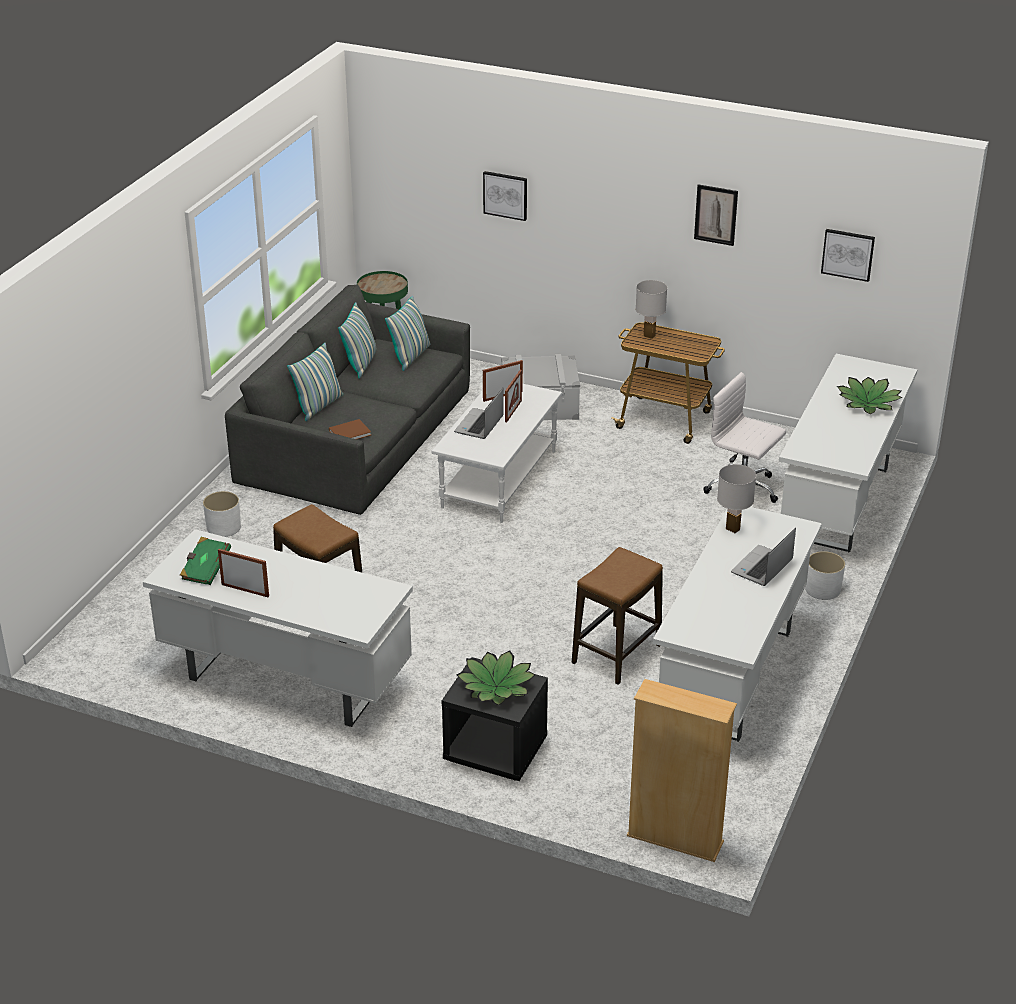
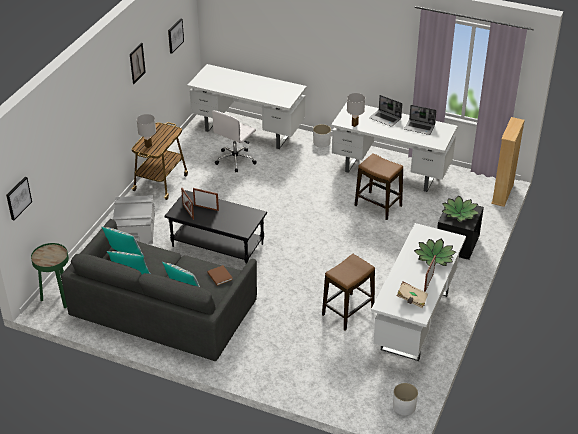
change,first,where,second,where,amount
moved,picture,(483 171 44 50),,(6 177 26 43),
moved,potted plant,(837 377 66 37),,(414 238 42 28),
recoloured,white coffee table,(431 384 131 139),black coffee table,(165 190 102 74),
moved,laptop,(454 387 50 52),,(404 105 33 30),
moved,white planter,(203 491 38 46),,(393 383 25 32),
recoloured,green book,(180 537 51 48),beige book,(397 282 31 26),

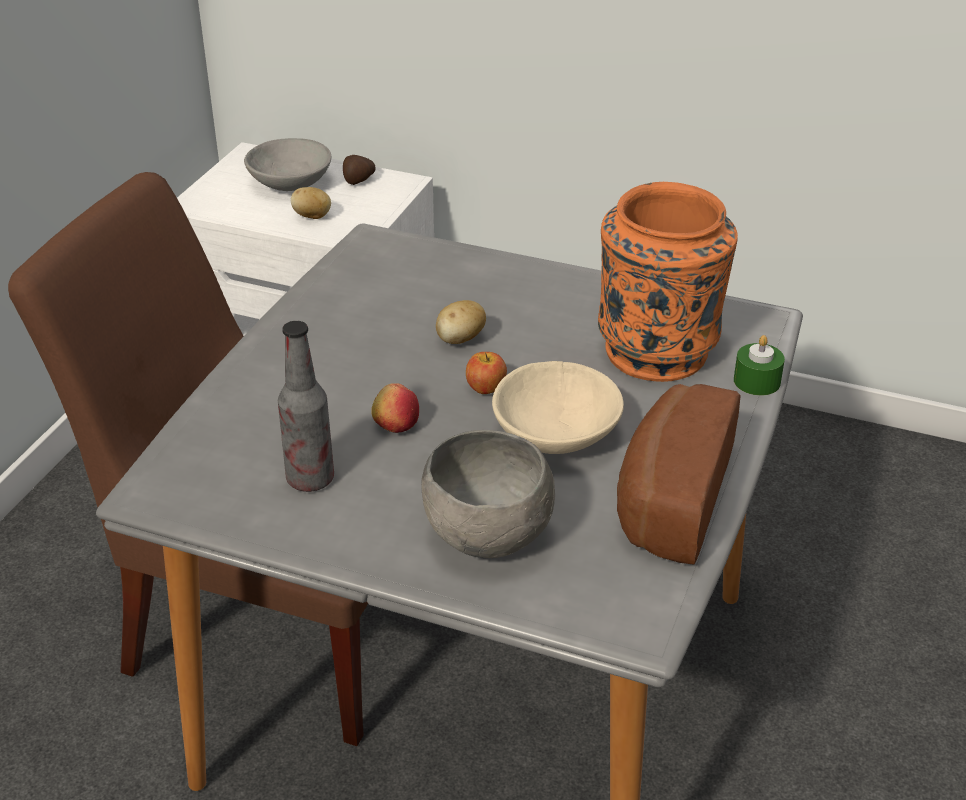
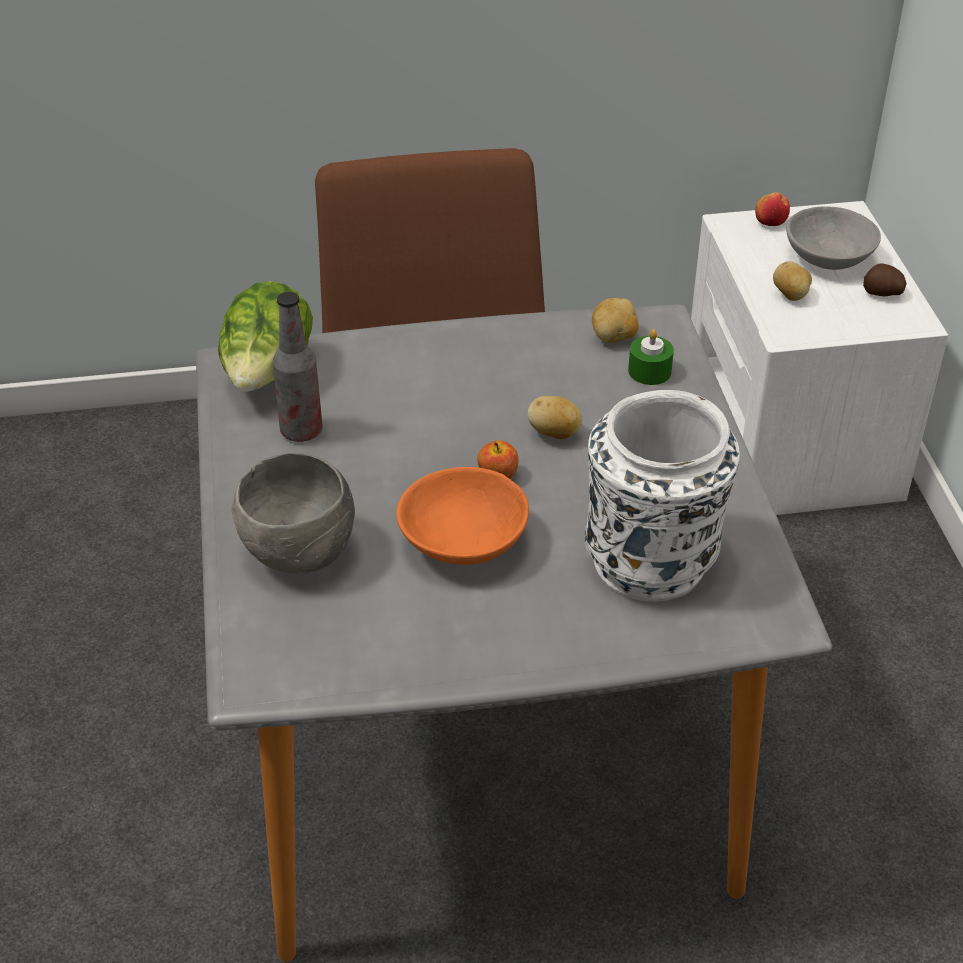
change,first,where,second,where,amount
recoloured,orange vase,(598 182 140 200),white vase,(585 390 155 212),
moved,green candle,(734 335 51 61),,(628 329 46 56),
recoloured,beige bowl,(492 361 132 93),orange bowl,(396 467 133 98),
moved,apple,(371 383 48 50),,(755 192 35 34),
removed,bread,(617 384 124 181),,,
added,,,lettuce,(218 281 95 111),
added,,,potato,(592 298 47 45),

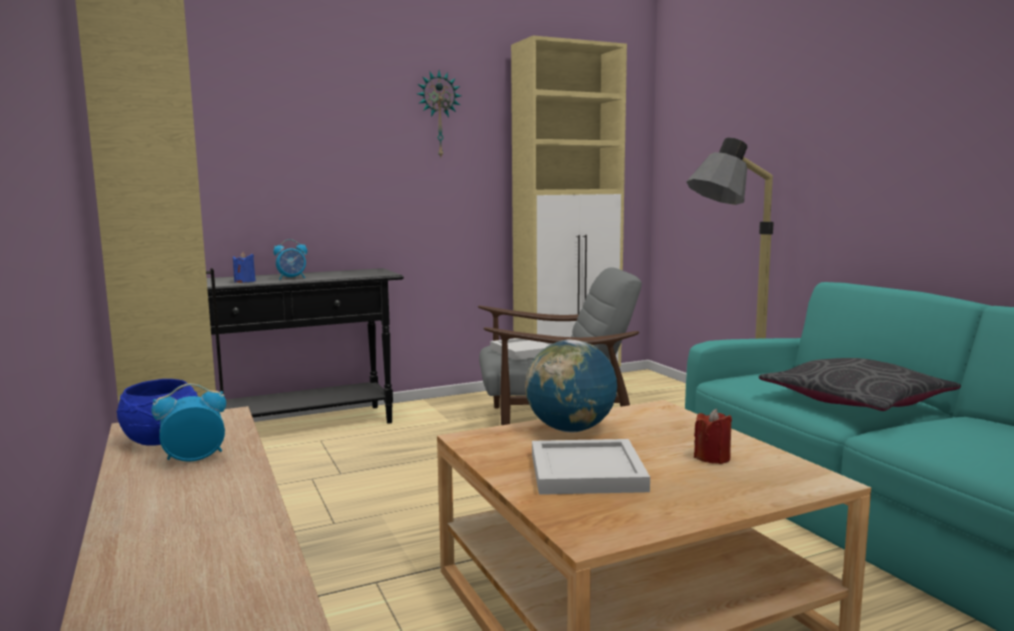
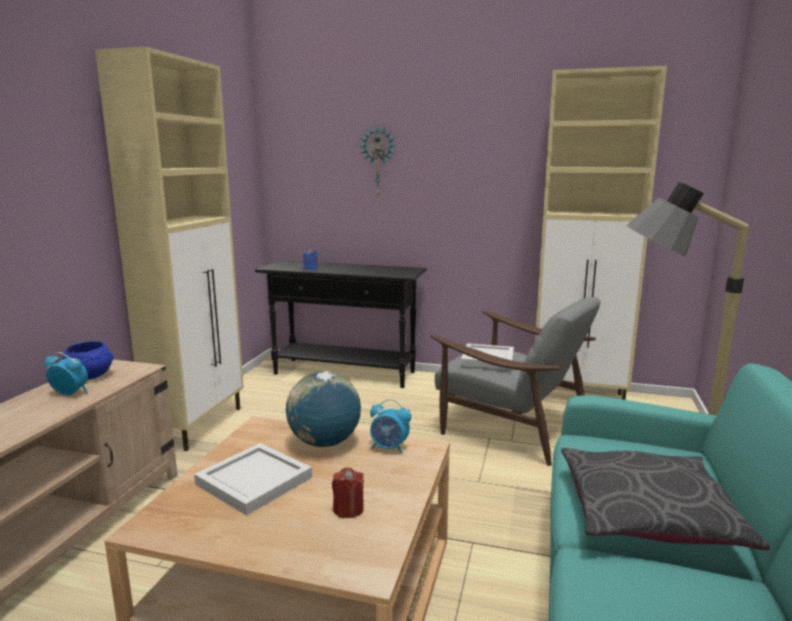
change,first,where,second,where,amount
moved,wall clock,(417 70 44 87),,(360 126 36 69),
moved,alarm clock,(273 239 34 41),,(370 399 41 54),

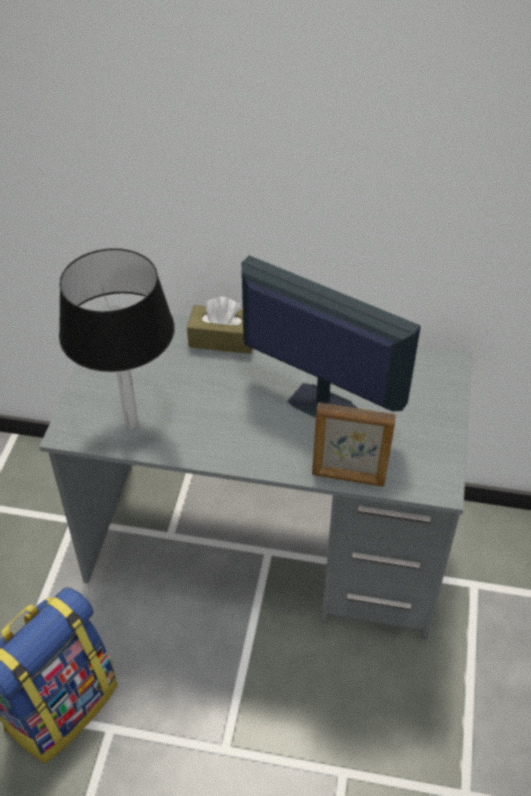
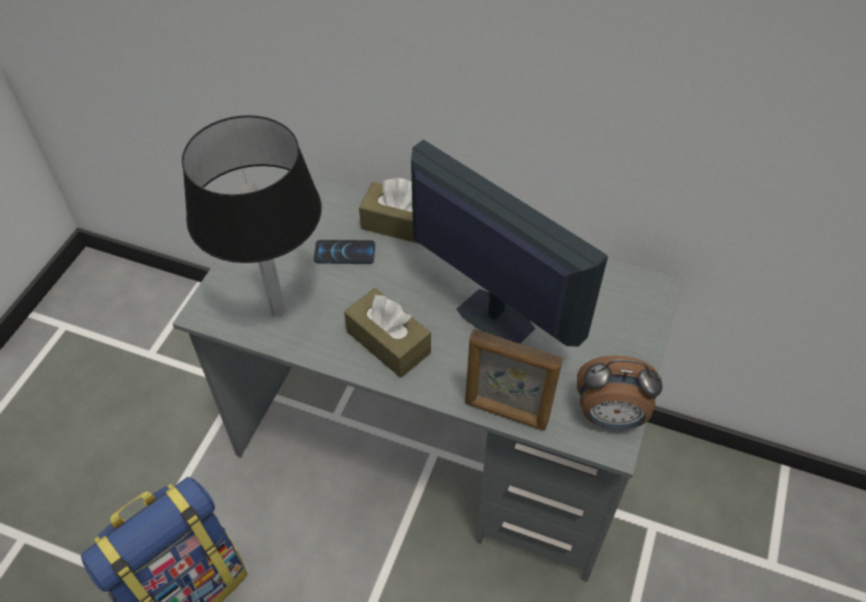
change,first,where,second,where,amount
added,,,phone,(314 240 61 24),
added,,,brown tissue box,(344 288 87 90),
added,,,alarm clock,(577 355 86 75),

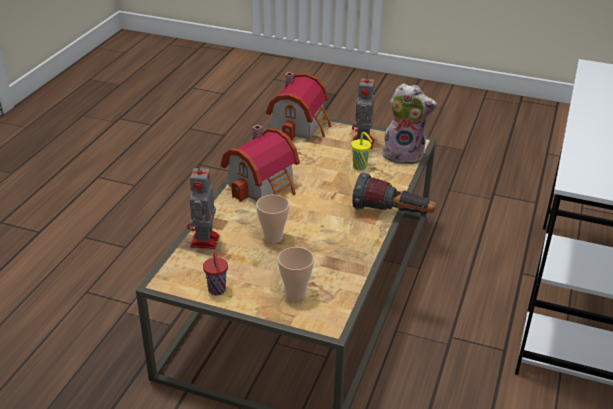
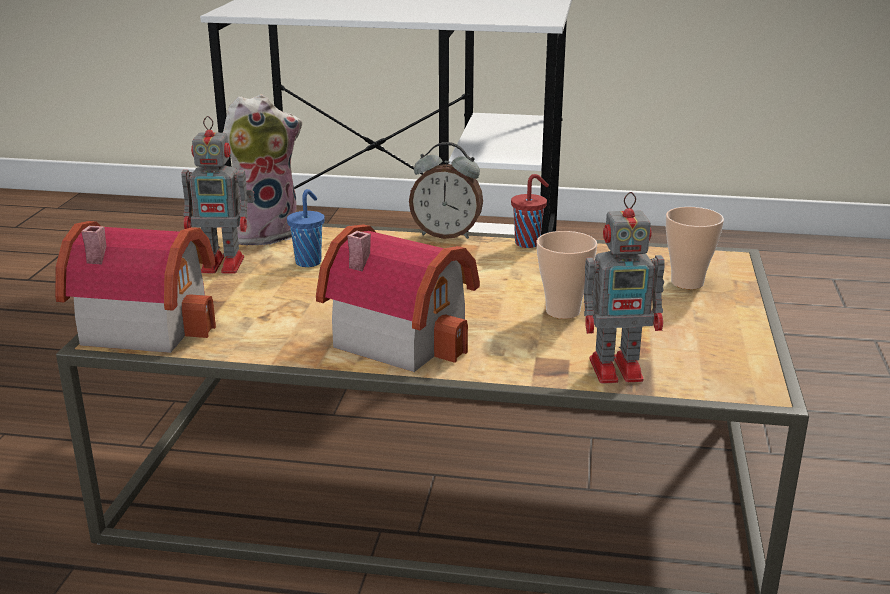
change,first,where,second,where,amount
turned,plush toy,(381 83 56 82),,(223 94 79 154),60 degrees clockwise
recoloured,yellow cup,(351 132 21 38),blue cup,(287 189 37 78),
replaced,flashlight,(352 173 84 41),alarm clock,(409 142 74 97),
moved,red cup,(203 252 25 43),,(511 174 38 74),

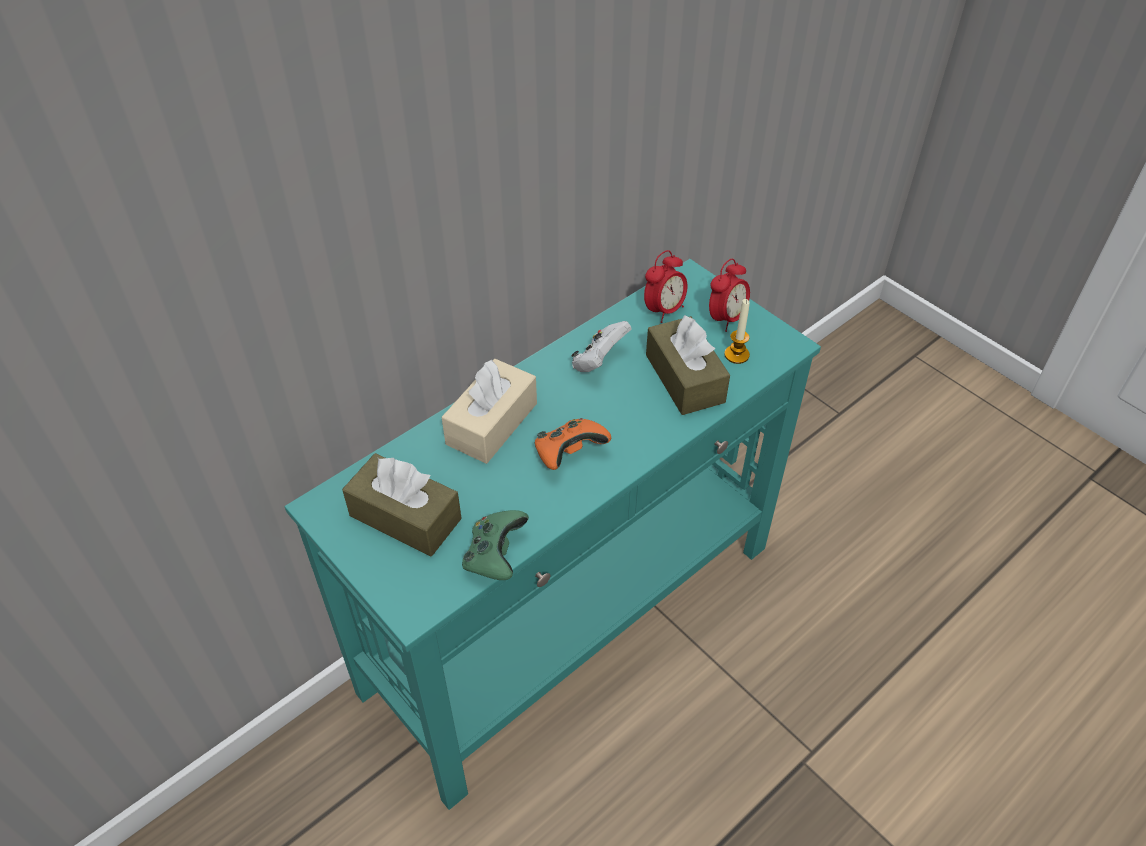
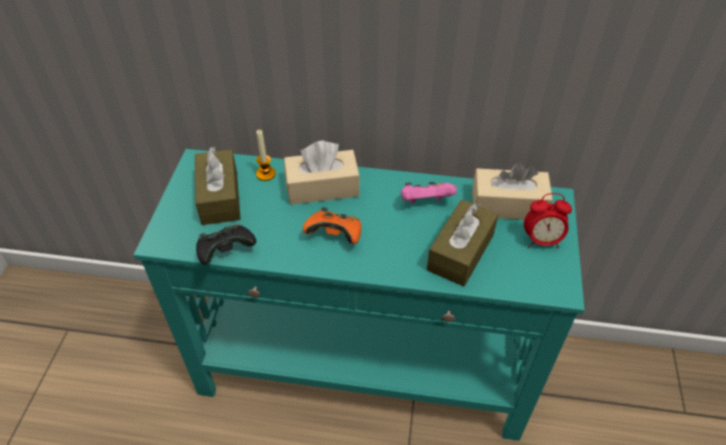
change,first,where,second,where,amount
replaced,alarm clock,(644 250 44 73),beige tissue box,(472 163 81 57),
moved,candle,(724 299 26 65),,(256 130 20 51),
recoloured,white game controller,(571 321 61 51),pink game controller,(401 182 56 22),
recoloured,green game controller,(462 510 67 70),black game controller,(196 225 60 40),

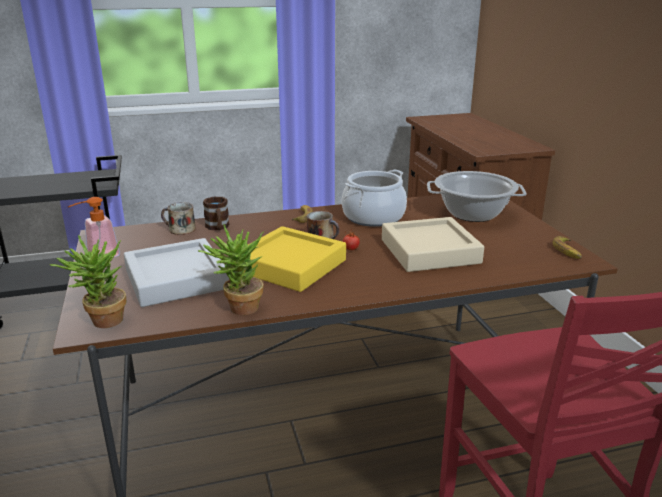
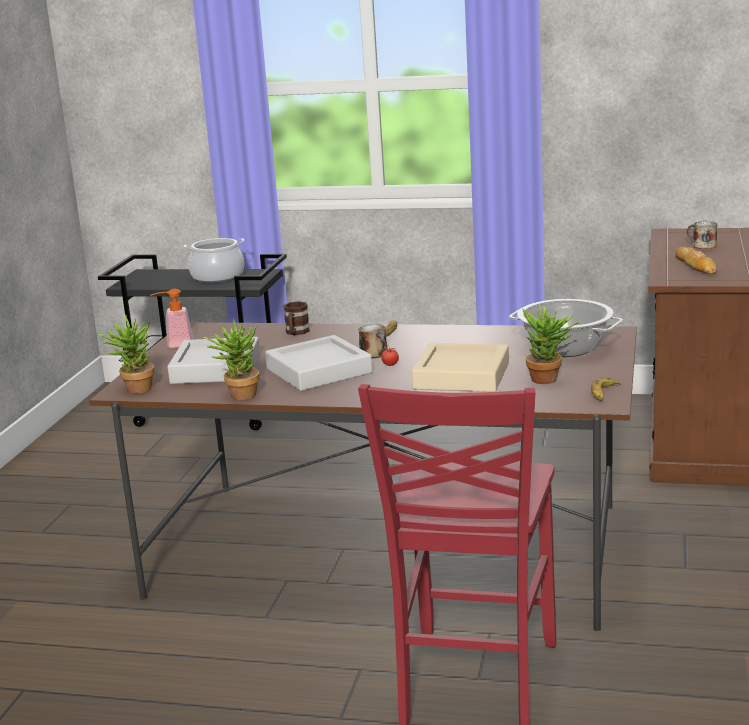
change,first,where,second,where,amount
moved,cooking pot,(342 169 65 58),,(183 238 62 45),
moved,mug,(161 202 35 33),,(687 221 30 28),
recoloured,yellow tray,(243 226 103 66),grey tray,(265 335 108 56),
added,,,bread,(675 246 42 28),
added,,,potted plant,(522 305 58 79),

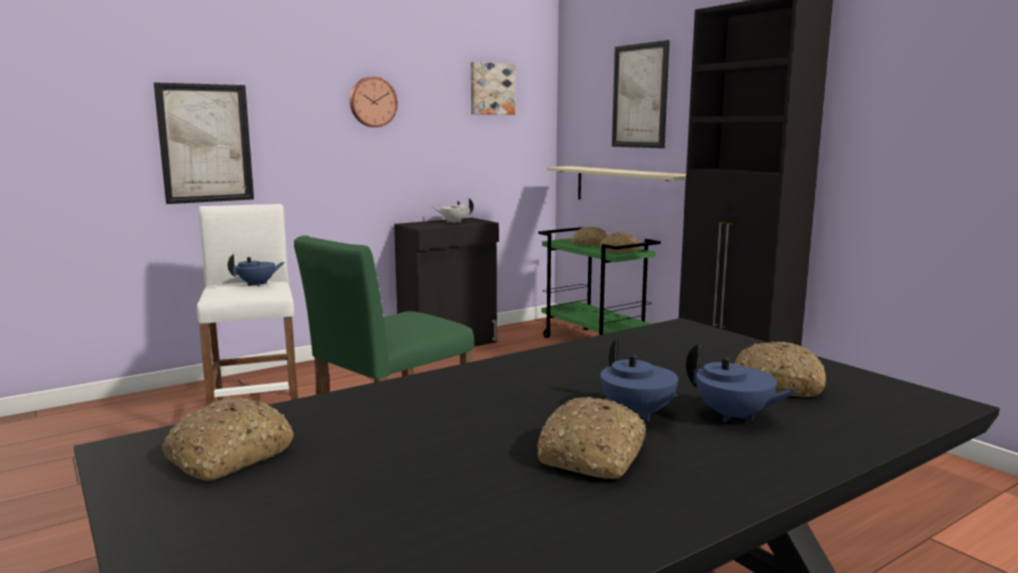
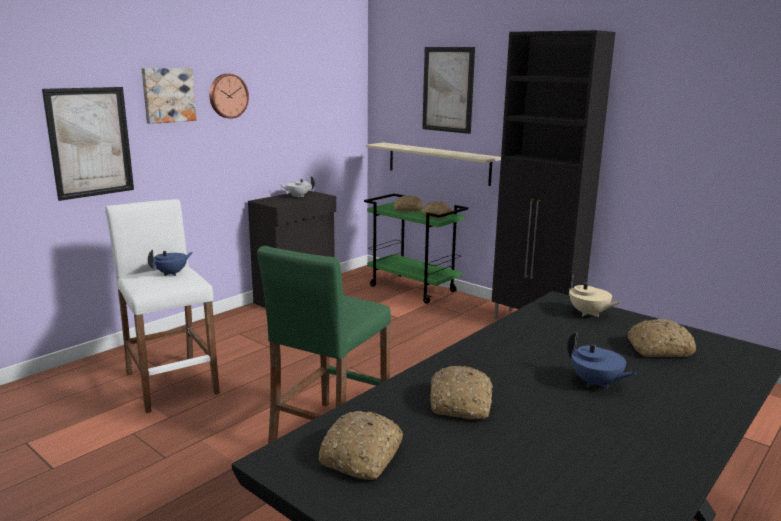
change,first,where,second,where,amount
moved,picture,(471 62 44 53),,(141 68 55 56),
removed,blue teapot,(686 343 111 79),,,
moved,bread,(537 397 109 82),,(430 366 63 53),
added,,,beige teapot,(565 274 56 43),

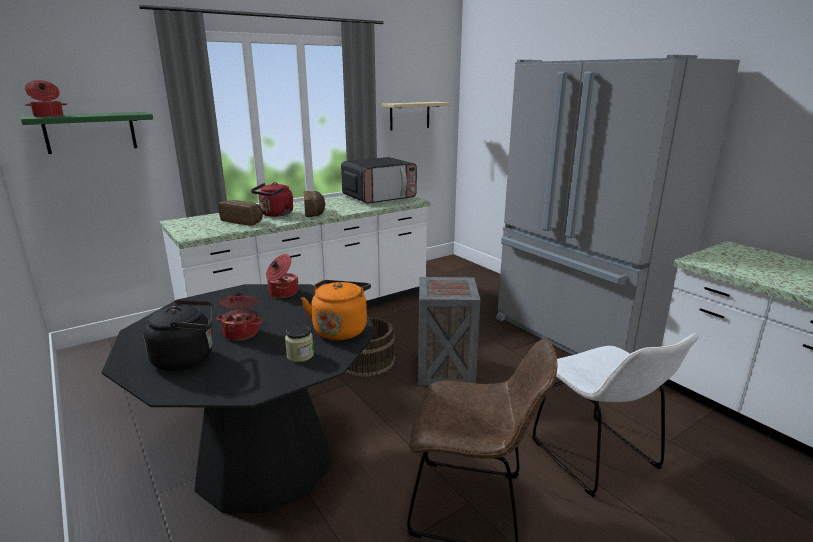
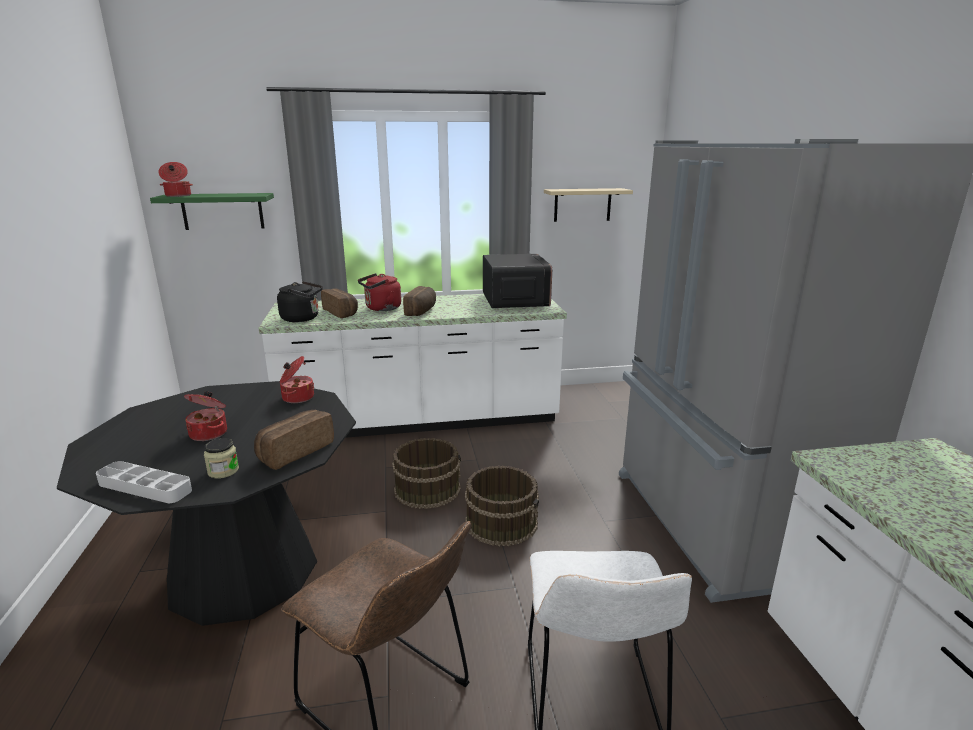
change,first,where,second,where,amount
turned,microwave,(341 157 76 47),,(483 254 69 55),90 degrees counterclockwise
replaced,crate,(419 277 62 108),brown bucket,(465 466 74 80),
replaced,orange kettle,(301 280 70 60),bread,(254 410 80 60),
moved,black kettle,(143 300 69 71),,(277 281 46 41),
added,,,grey tray,(96 461 96 42),

